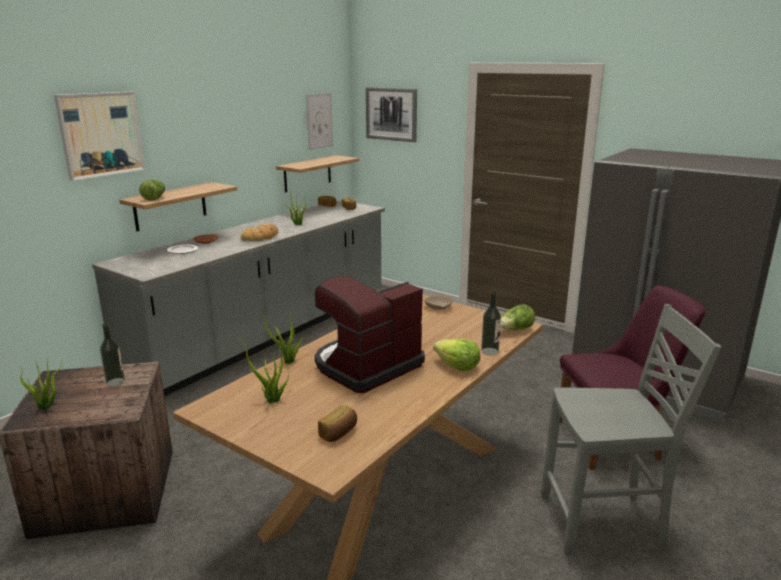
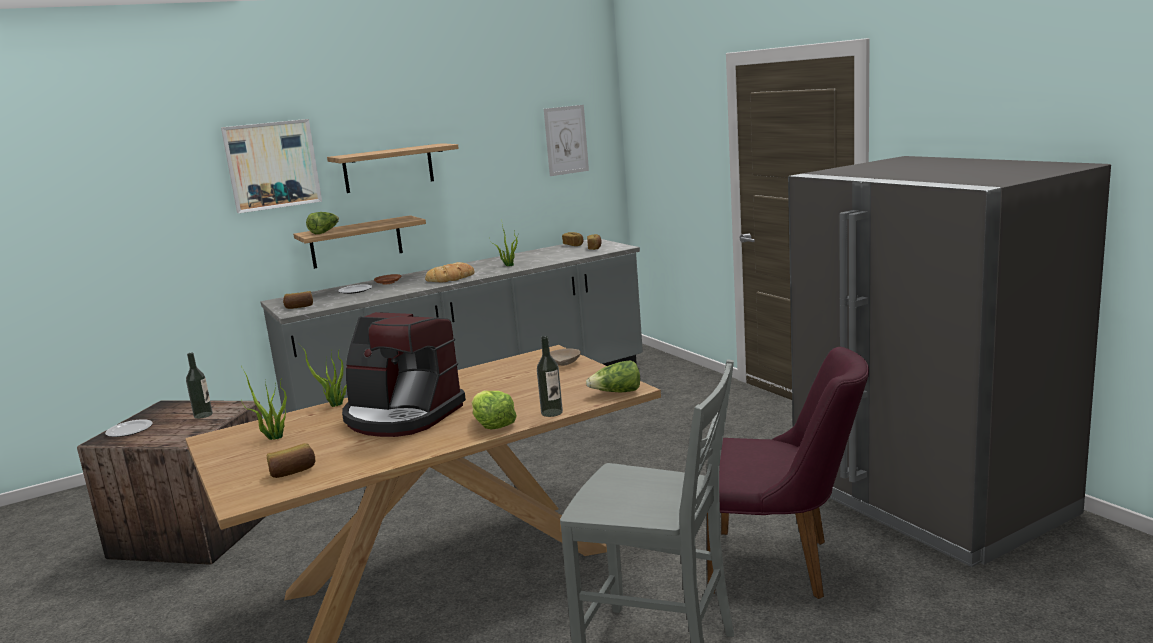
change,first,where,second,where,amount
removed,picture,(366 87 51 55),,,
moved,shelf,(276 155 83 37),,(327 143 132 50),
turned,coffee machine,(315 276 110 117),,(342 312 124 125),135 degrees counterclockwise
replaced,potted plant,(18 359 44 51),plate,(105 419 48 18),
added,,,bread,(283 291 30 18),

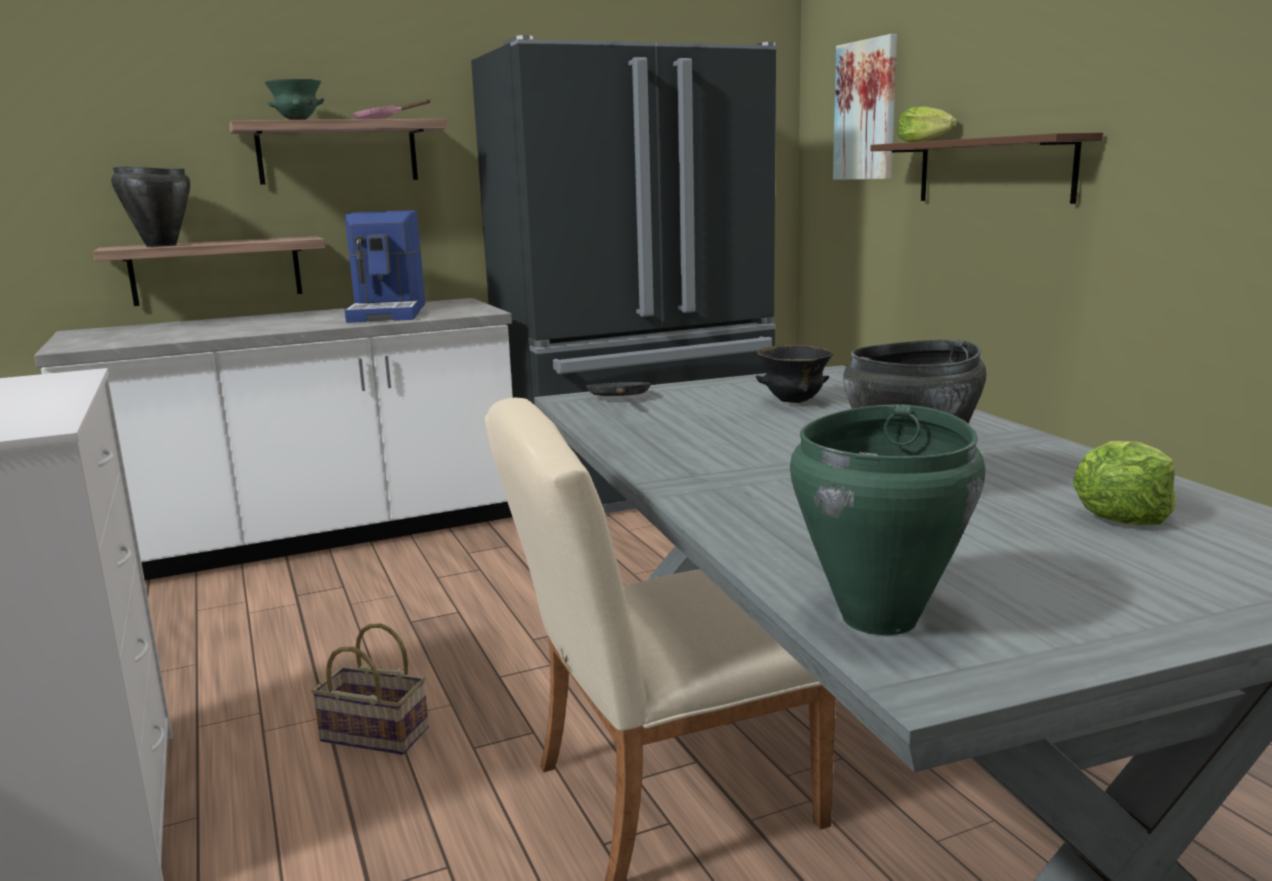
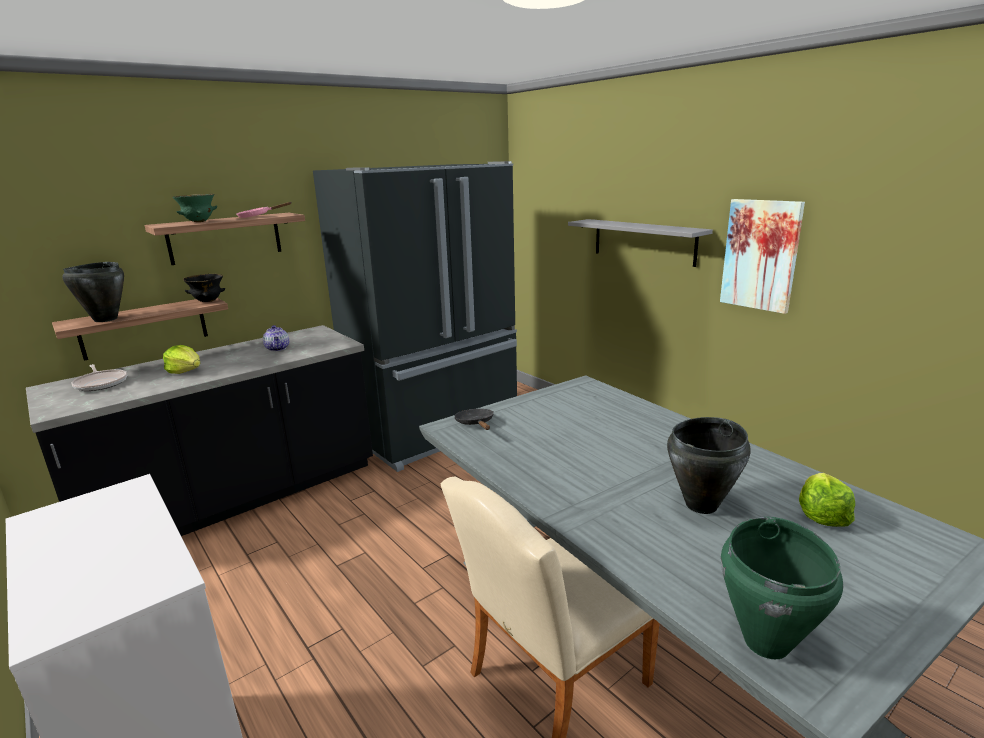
change,first,where,second,where,amount
moved,picture,(833 34 64 146),,(720 199 85 115),
moved,lettuce,(898 106 58 36),,(163 345 37 29),
recoloured,brown shelf,(870 132 233 72),grey shelf,(568 219 145 48),
replaced,coffee machine,(345 210 80 113),teapot,(263 325 26 26),
recoloured,white counter,(34 298 479 282),black counter,(26 325 347 211),
moved,black bowl,(756 345 77 58),,(183 274 42 28),
removed,basket,(311 624 118 131),,,
added,,,frying pan,(71 364 56 27),

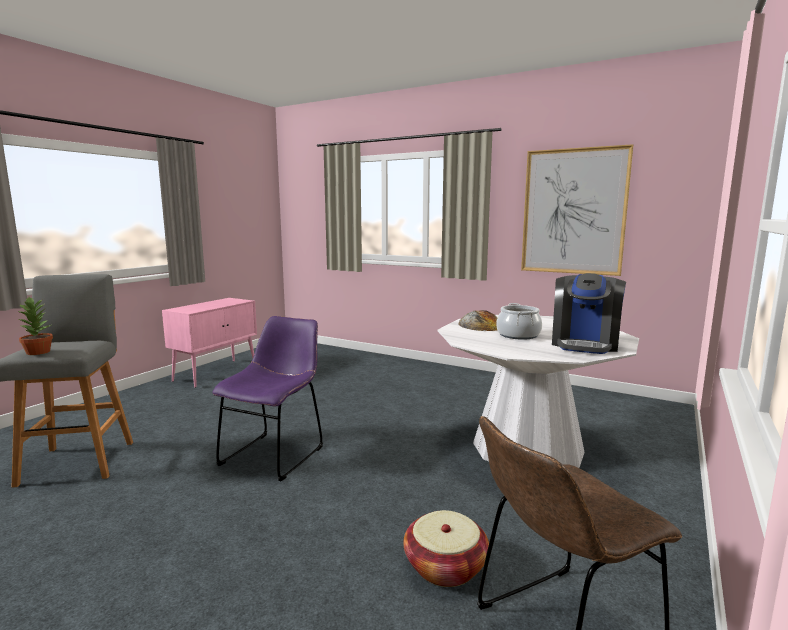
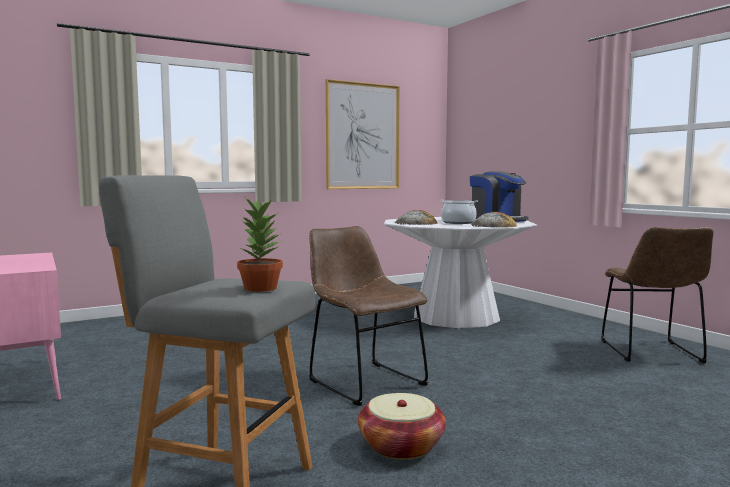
change,first,where,second,where,amount
recoloured,purple chair,(212 316 111 165),brown chair,(309 226 119 180),
moved,basket,(404 510 85 77),,(358 393 88 67),
added,,,bread,(471 212 46 16),

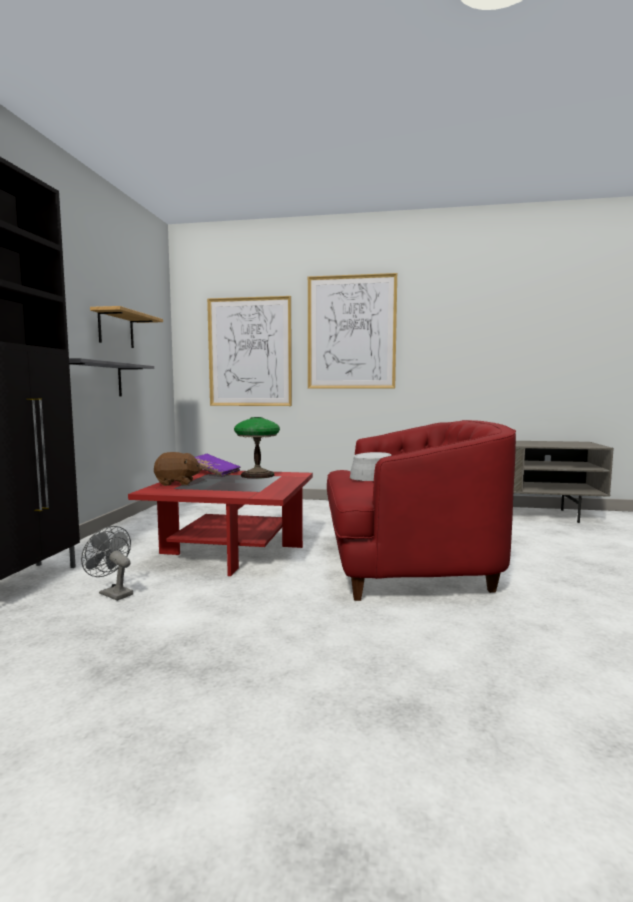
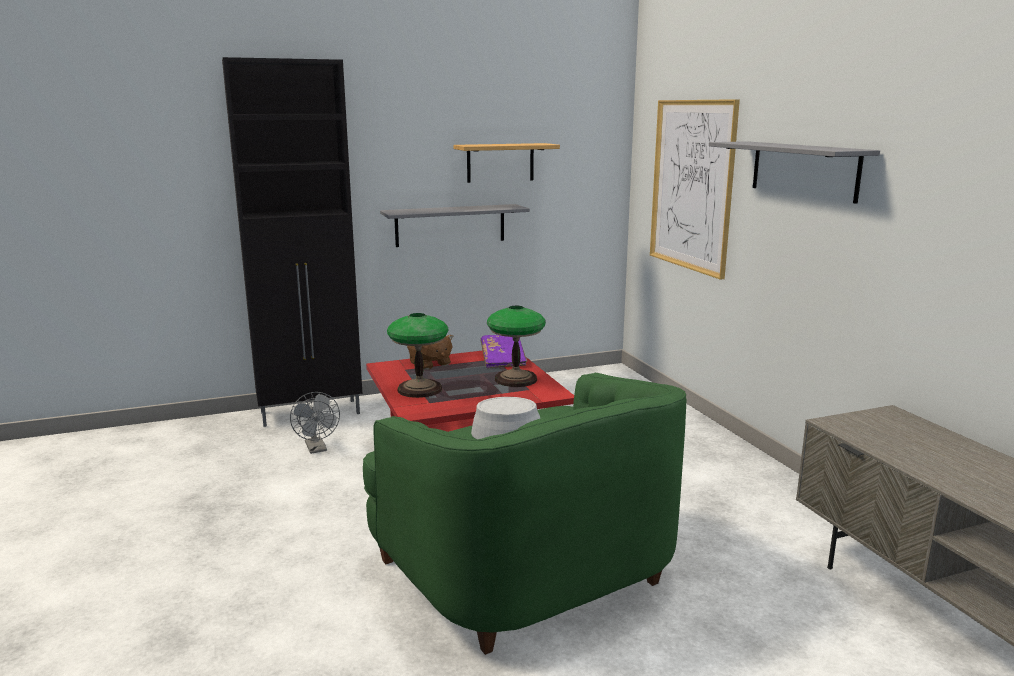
change,first,where,second,where,amount
replaced,picture,(308 273 89 116),grey shelf,(709 141 171 63),
recoloured,red armchair,(327 420 189 181),green armchair,(363 373 323 282),
turned,grey fan,(81 526 52 75),,(290 392 50 62),150 degrees clockwise
added,,,table lamp,(387 313 62 85),

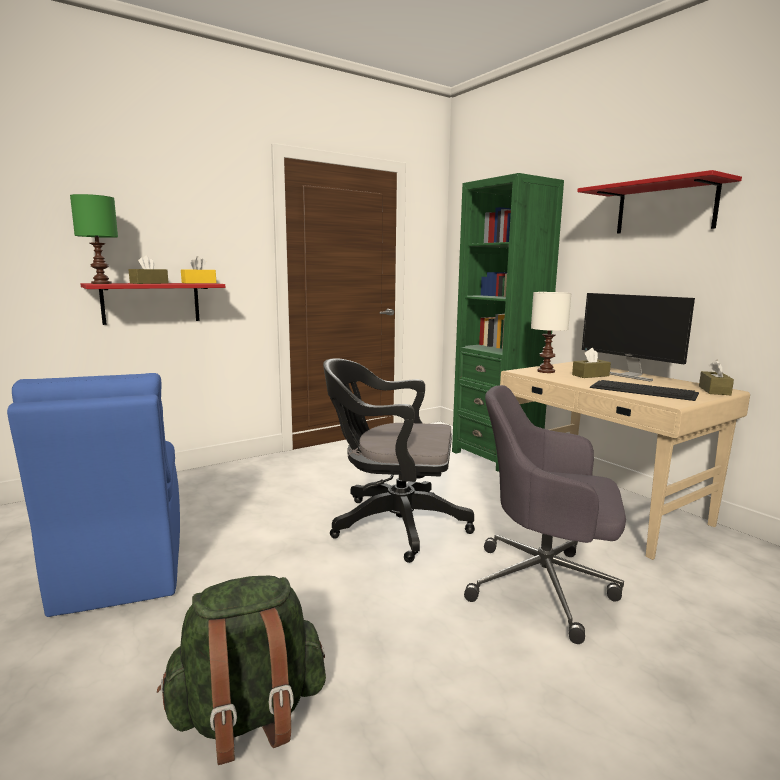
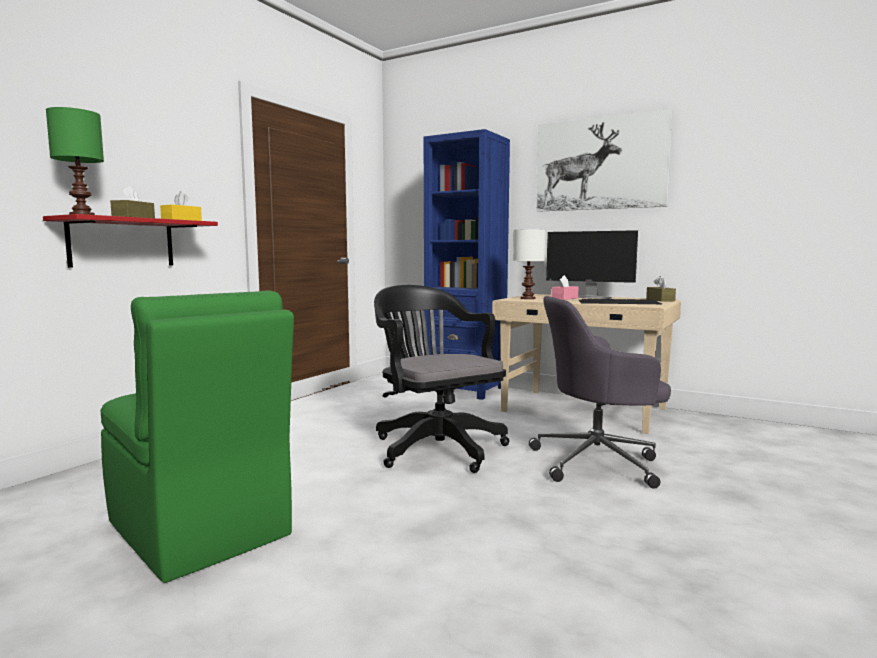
change,first,where,second,where,amount
replaced,red shelf,(577 170 165 64),picture,(537 109 136 103),
recoloured,green bookcase,(452 173 112 299),blue bookcase,(424 129 86 271),
recoloured,brown tissue box,(572 348 39 30),pink tissue box,(551 275 27 25),
turned,black office chair,(323 358 152 205),,(374 285 136 188),75 degrees clockwise
recoloured,blue chair,(7 373 173 244),green chair,(101 290 193 293),
removed,green backpack,(157 576 169 189),,,

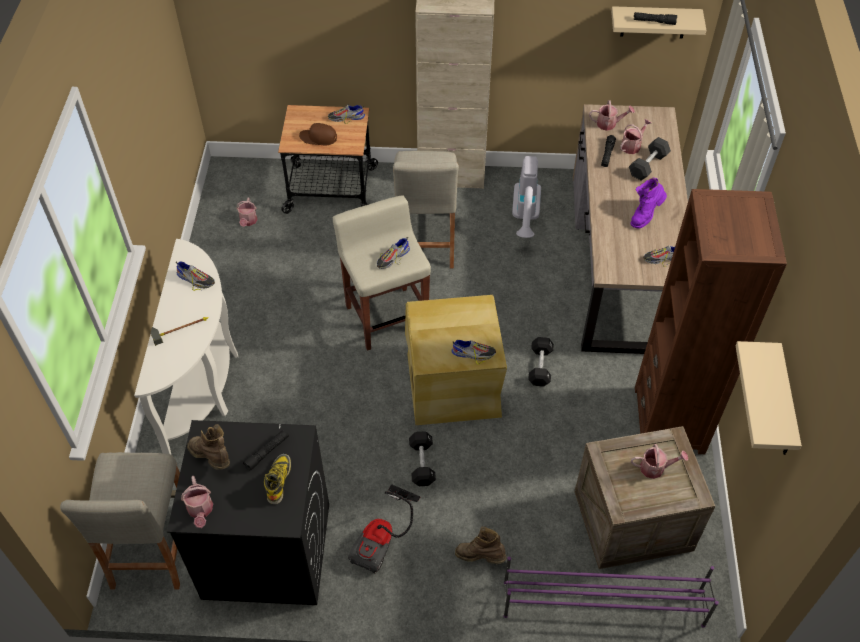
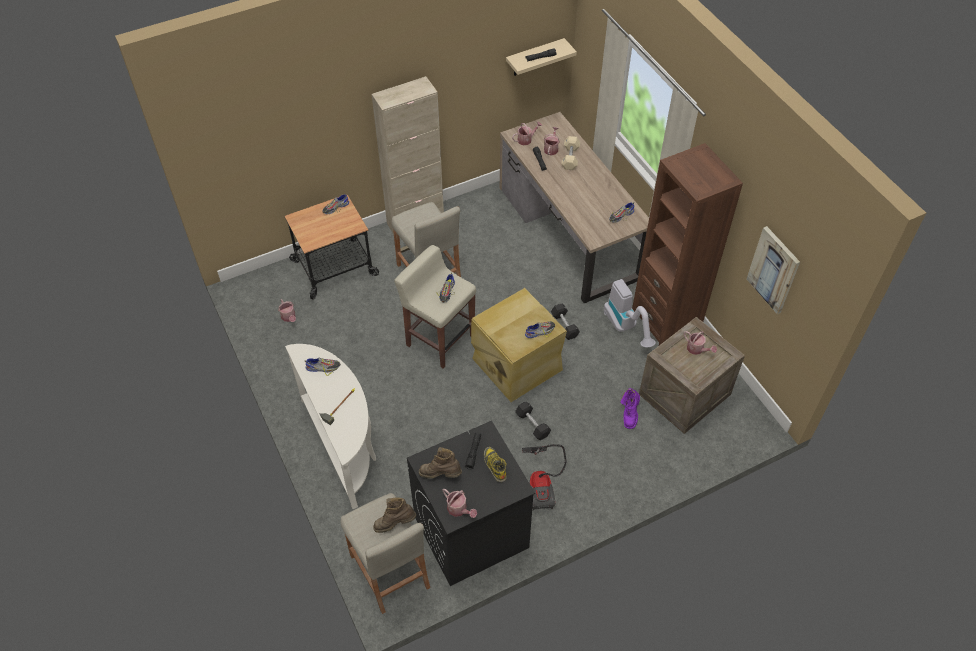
change,first,where,second,where,amount
removed,brown cap,(299 123 38 22),,,
recoloured,black dumbbell,(629 137 42 44),beige dumbbell,(561 136 19 34),
moved,vacuum cleaner,(512 156 29 82),,(604 279 52 68),
moved,purple boot,(631 177 36 52),,(620 388 20 41),
replaced,beige shelf,(736 341 66 114),picture,(747 226 53 88),
turned,watering can,(631 444 57 35),,(684 331 33 24),75 degrees clockwise
moved,brown boot,(455 526 52 38),,(373 497 43 36),
removed,purple shoe rack,(504 557 215 71),,,

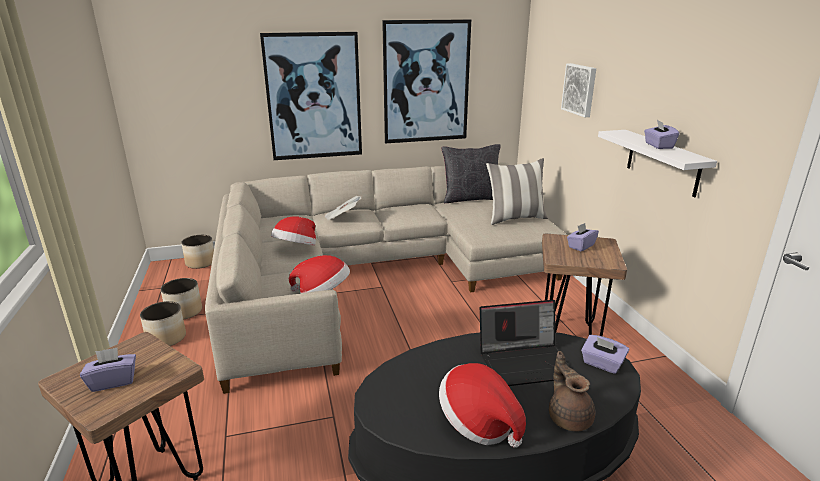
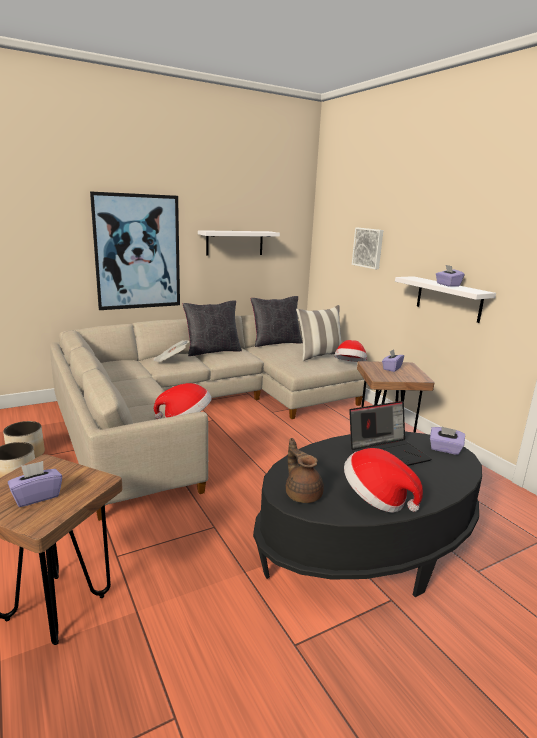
change,first,where,second,where,amount
replaced,picture,(382 19 89 124),white shelf,(198 230 82 26),
moved,hat,(271 216 45 29),,(334 340 33 22),
removed,planter,(181 235 33 34),,,
moved,brown teapot,(549 351 46 81),,(286 438 38 65),
added,,,black pillow,(183 300 59 56),

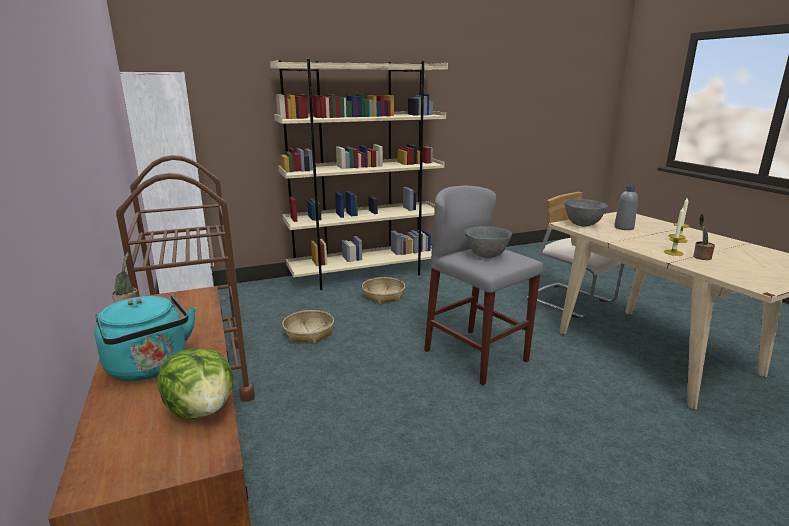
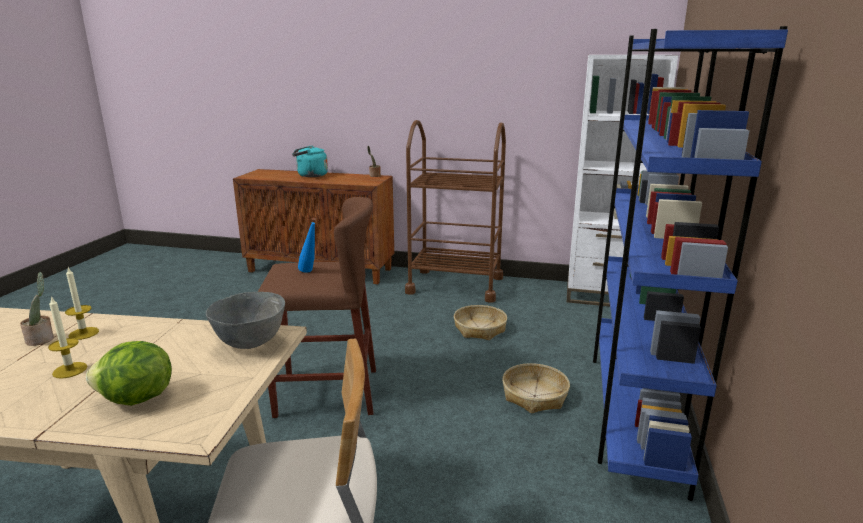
change,first,where,second,where,amount
recoloured,beige bookcase,(270 59 178 231),blue bookcase,(593 26 195 475),
removed,grey bottle,(614 185 24 45),,,
recoloured,grey stool,(424 186 119 199),brown stool,(258 197 118 221),
replaced,grey bowl,(465 226 47 32),blue bottle,(298 218 18 55),
moved,lettuce,(157 349 77 70),,(86 341 86 65),

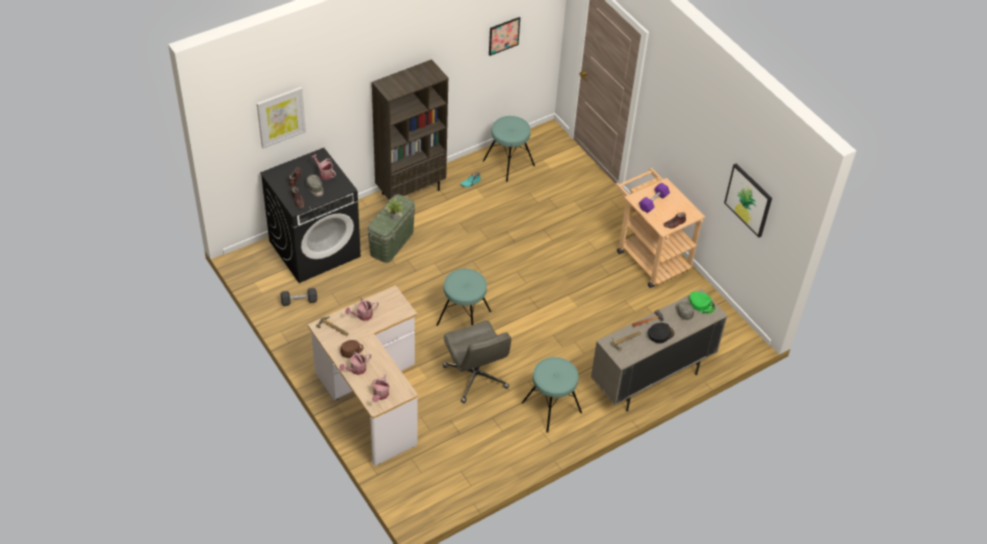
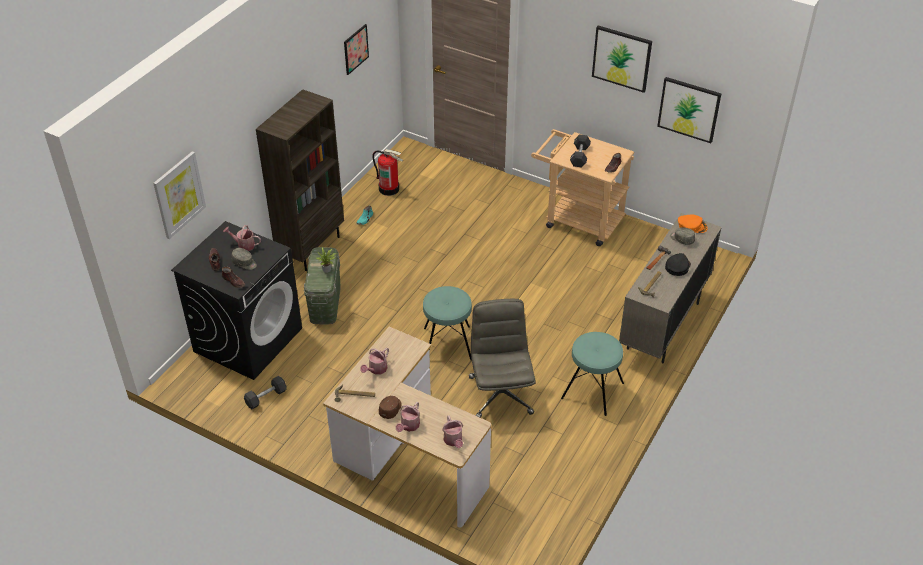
change,first,where,second,where,amount
replaced,turquoise stool,(483 116 52 66),fire extinguisher,(372 149 31 47),
recoloured,purple dumbbell,(639 182 31 31),black dumbbell,(570 134 21 33),
recoloured,green cap,(689 291 26 23),orange cap,(678 215 30 18),
turned,grey office chair,(443 321 68 82),,(469 299 67 119),135 degrees counterclockwise
added,,,picture,(592 26 60 67),

